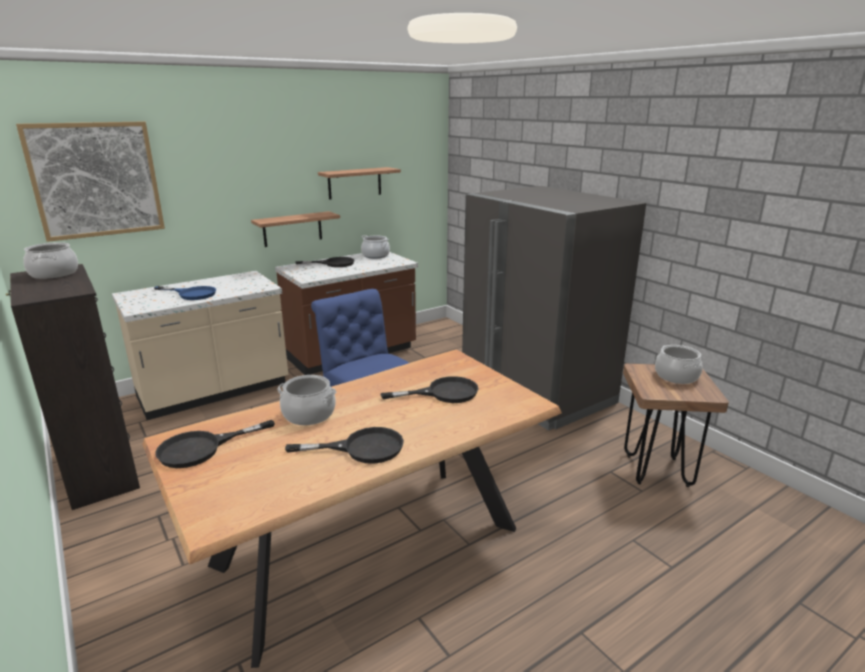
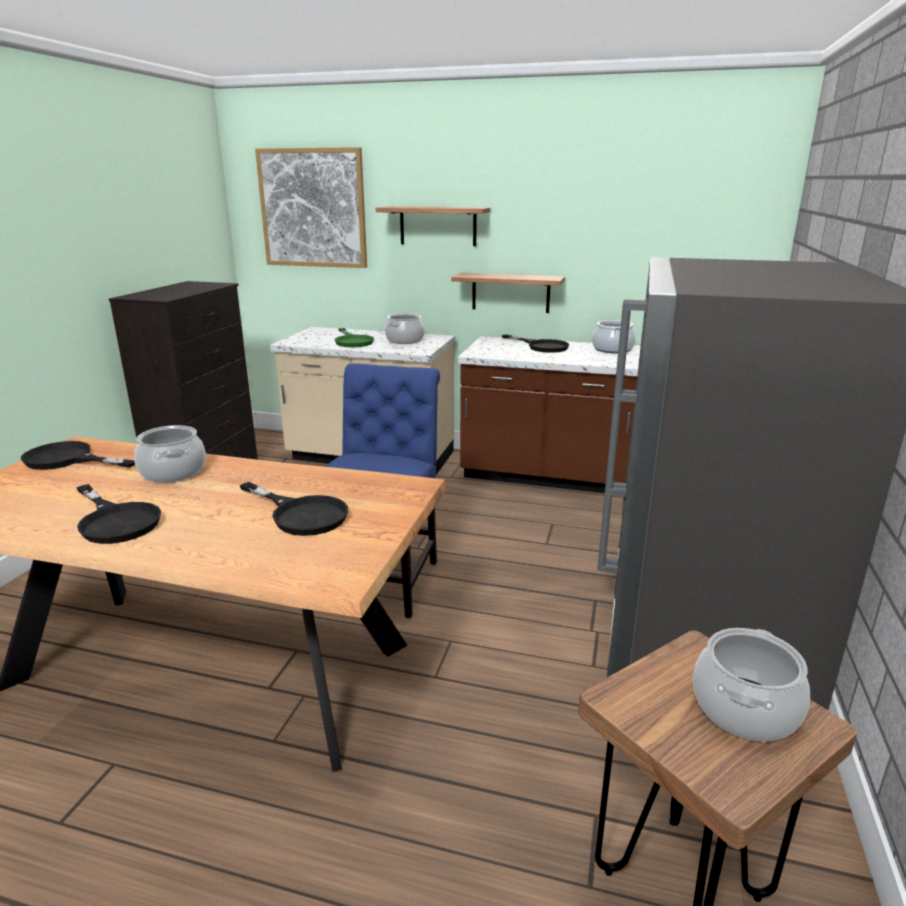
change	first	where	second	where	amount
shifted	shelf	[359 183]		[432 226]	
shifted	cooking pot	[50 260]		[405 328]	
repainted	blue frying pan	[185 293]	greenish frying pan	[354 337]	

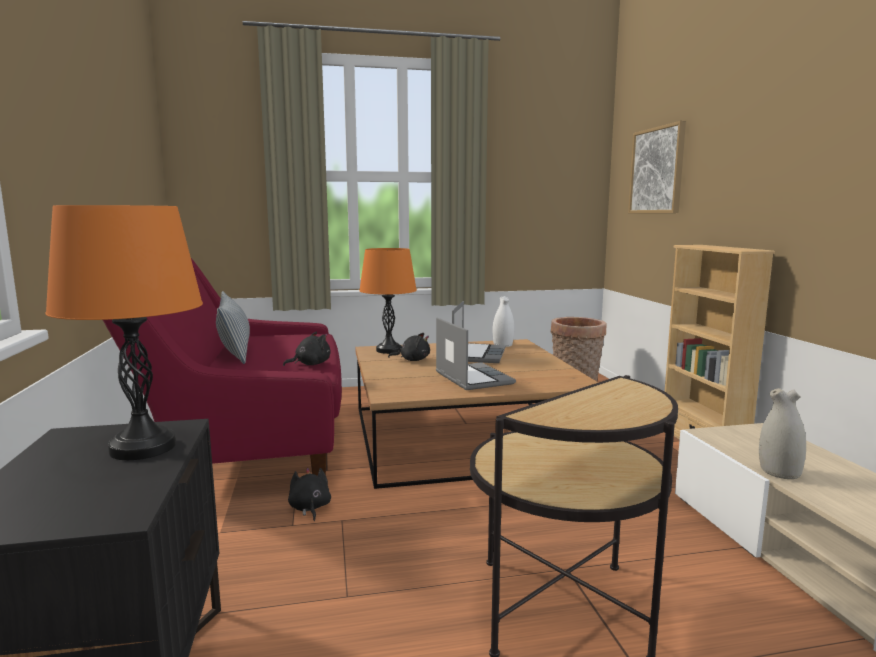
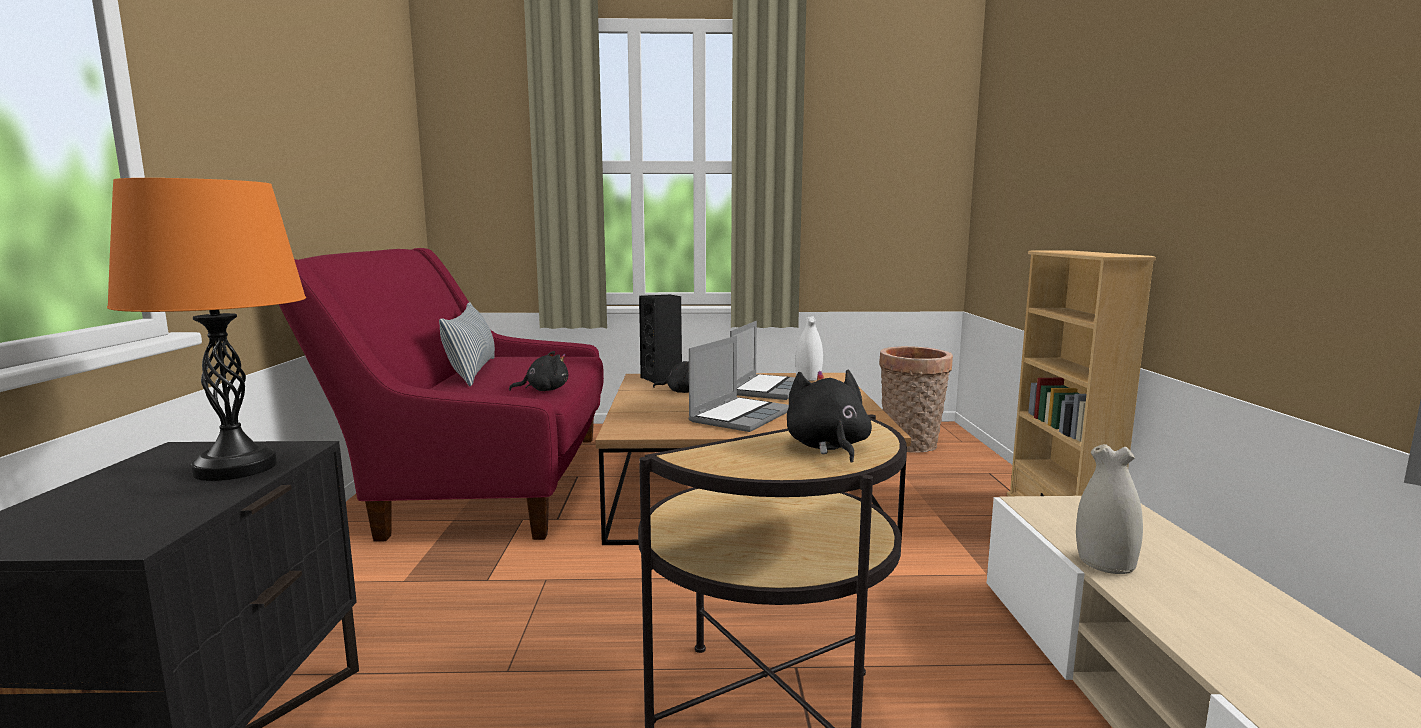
change	first	where	second	where	amount
gone	picture	[657 167]			
swapped	orange-coloured tabletop lamp	[388 301]	black-coloured loudspeaker	[660 339]	
rotated	notebook computer	[476 354]		[738 384]	45 degrees clockwise
shifted	black-coloured plush toy	[309 494]		[829 416]	

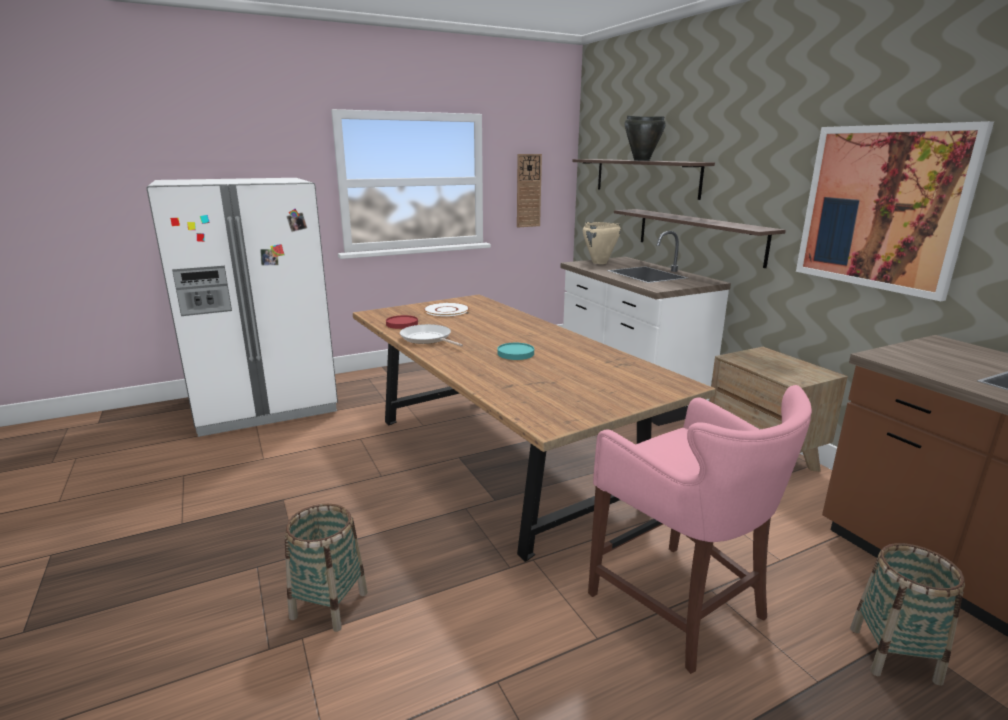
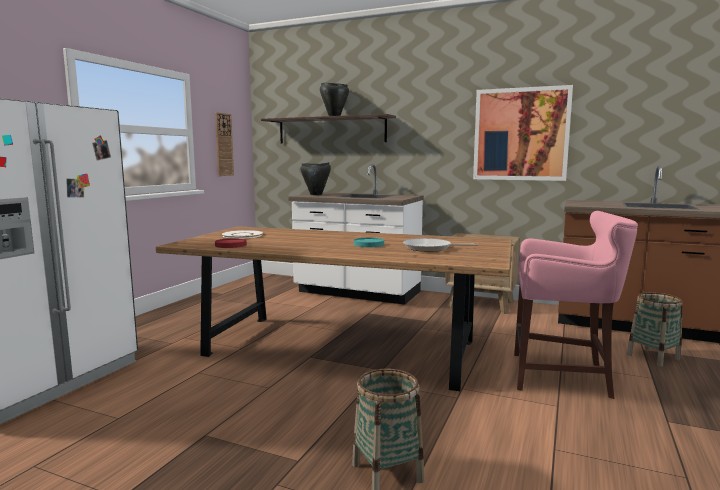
change	first	where	second	where	amount
gone	shelf	[700 238]			
repainted	beige cooking pot	[602 243]	black-coloured cooking pot	[315 178]	
shifted	frying pan	[431 335]		[440 245]	

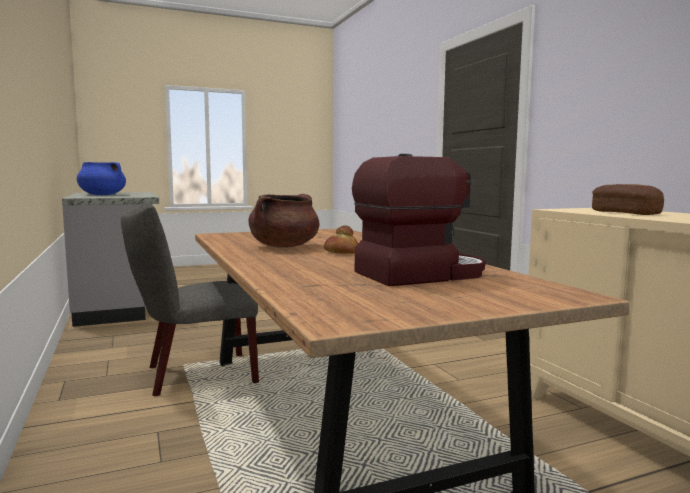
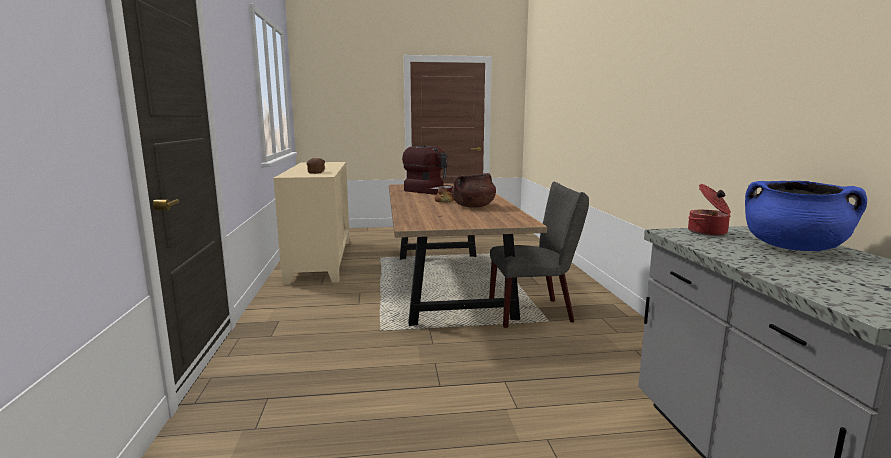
change	first	where	second	where	amount
rotated	coffee maker	[418 220]		[427 170]	135 degrees counterclockwise
new			cooking pot	[709 210]	

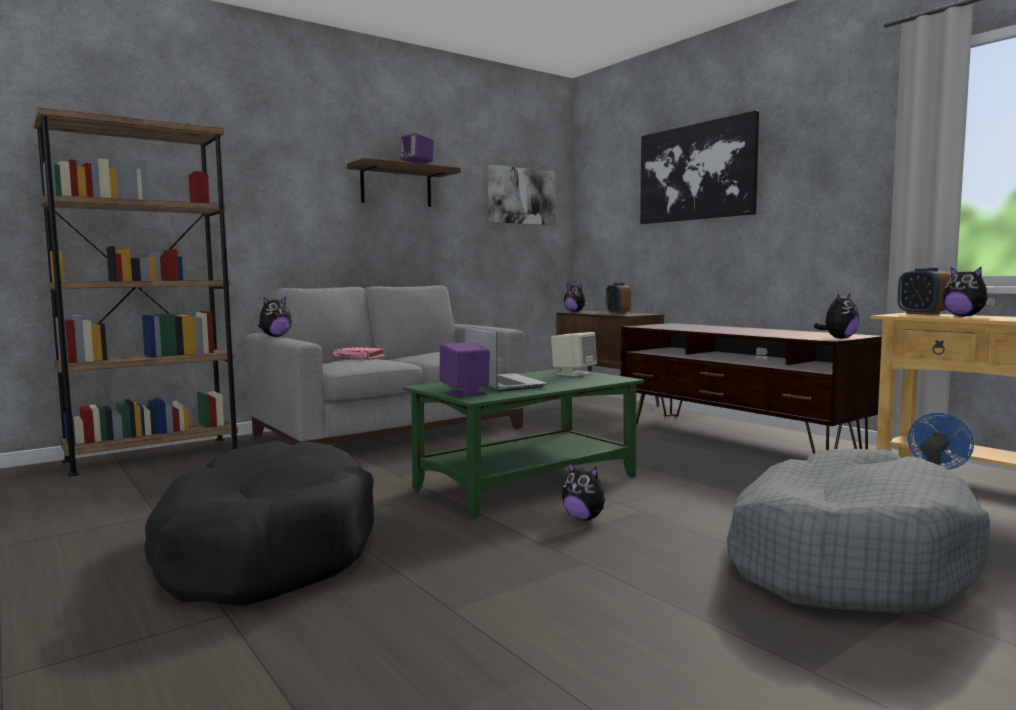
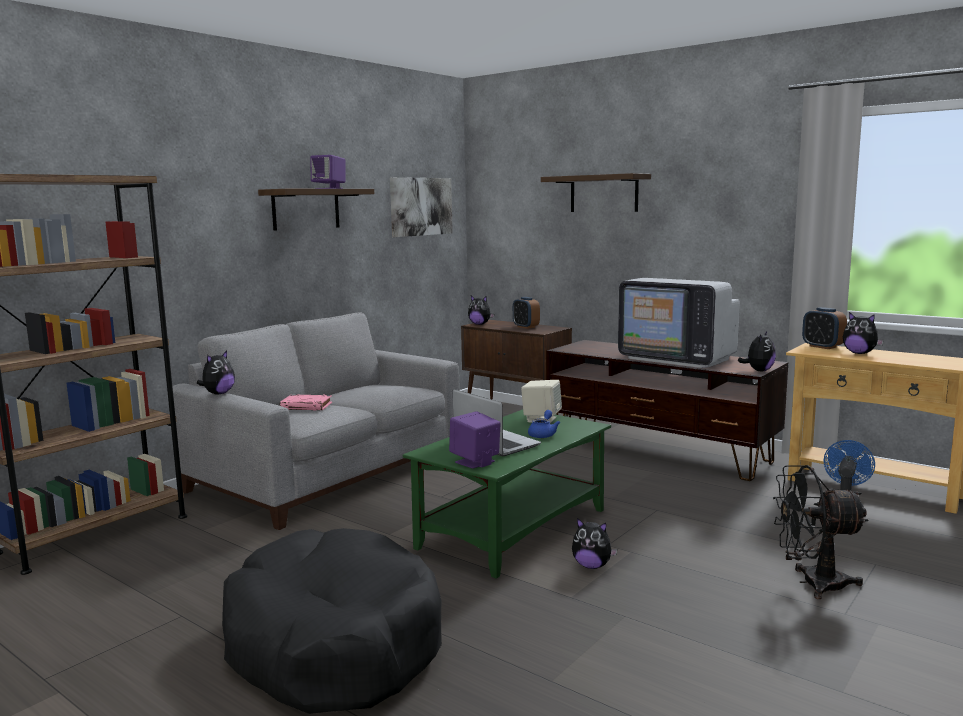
change	first	where	second	where	amount
swapped	picture	[699 167]	shelf	[596 192]	
swapped	gray dog cushion	[858 531]	black-coloured electric fan	[820 532]	
new			television	[679 323]	
new			blue teapot	[544 424]	

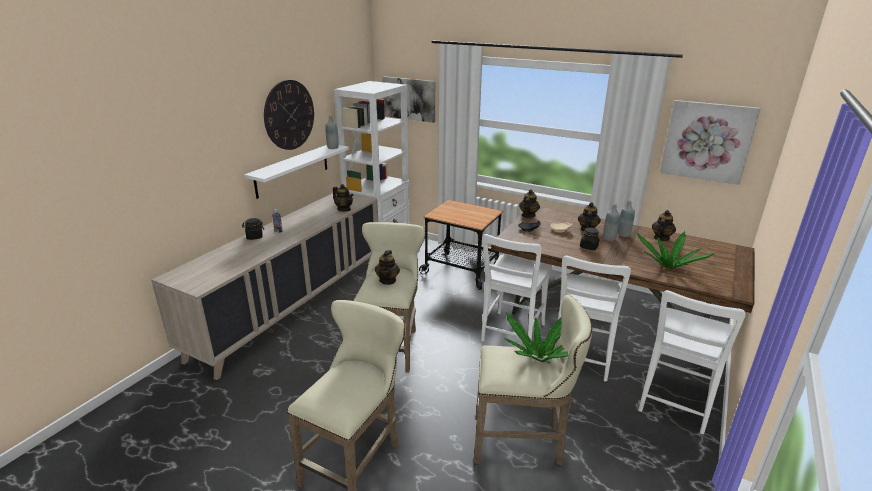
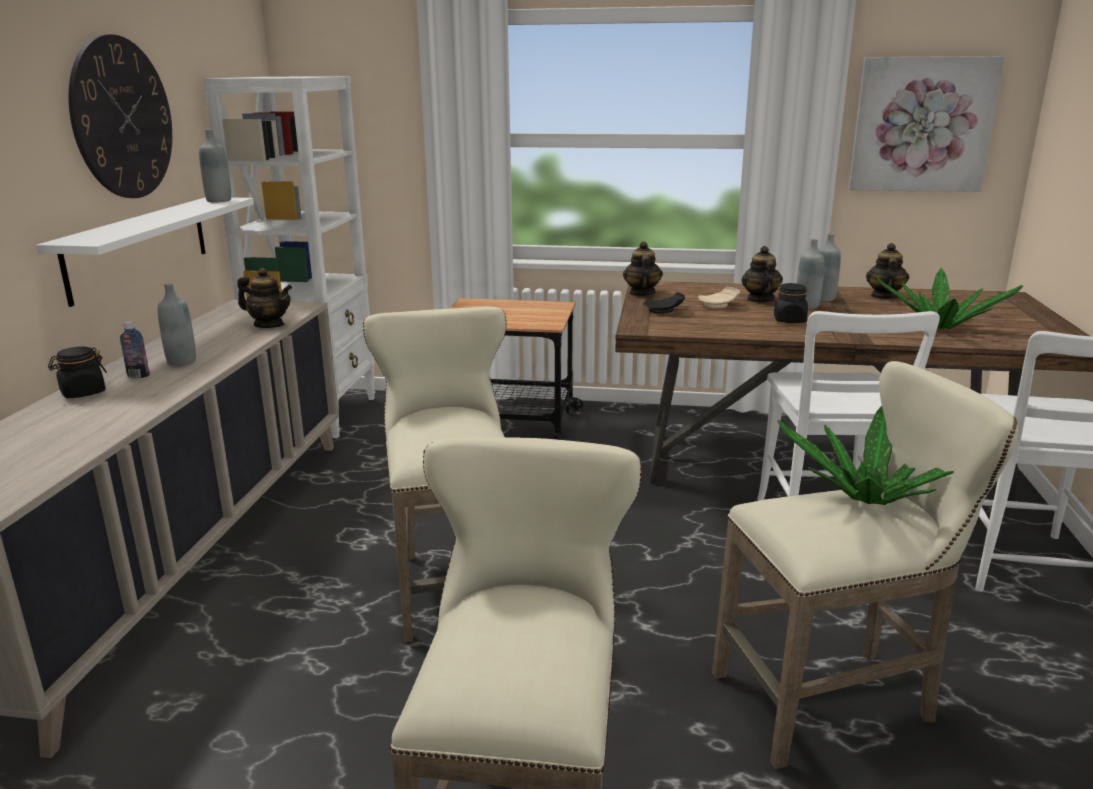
change	first	where	second	where	amount
gone	picture	[408 99]			
gone	whitish upright chair	[517 287]			
gone	teapot	[387 267]			
new			gray bottle	[177 324]	

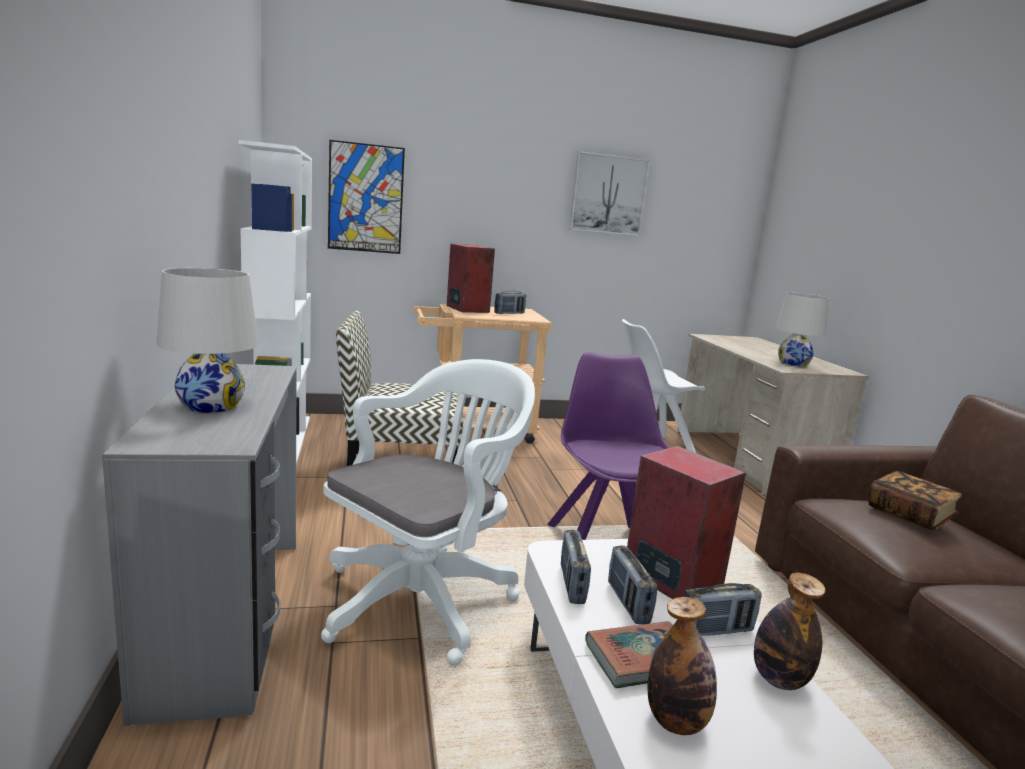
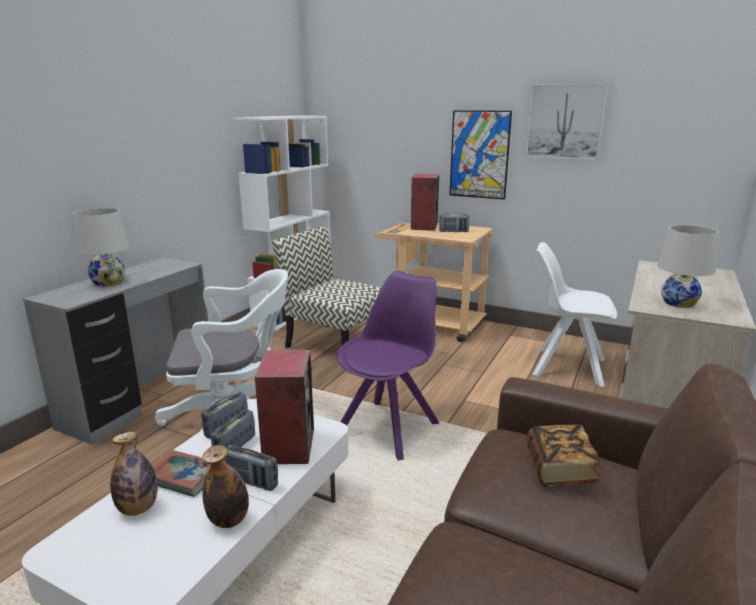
change	first	where	second	where	amount
shifted	picture	[366 197]		[480 155]	

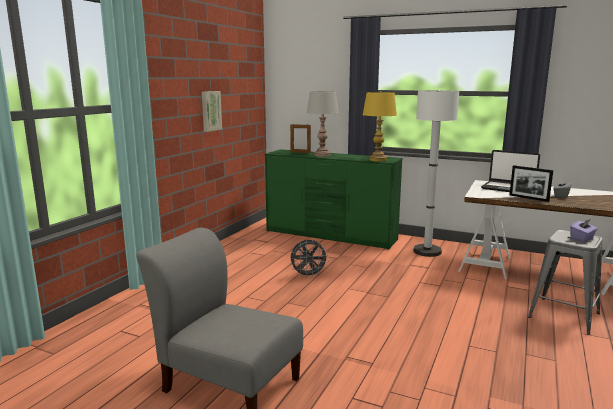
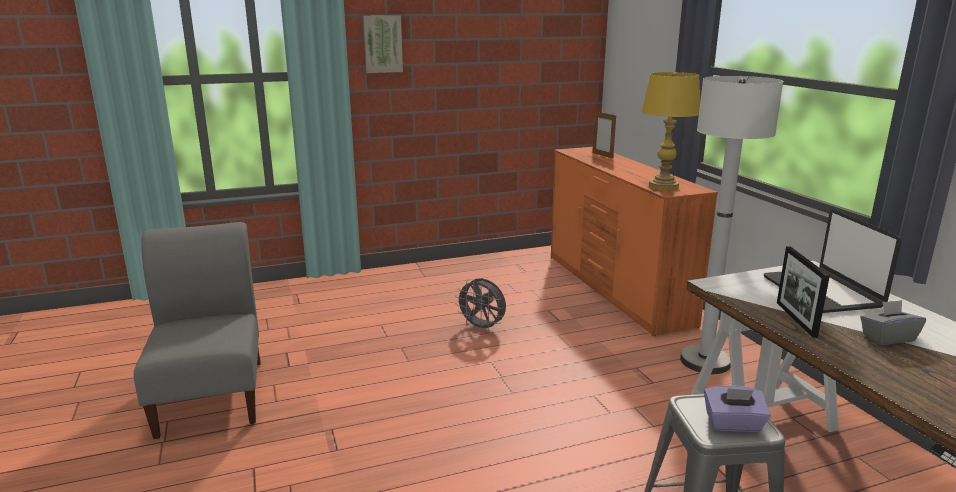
change	first	where	second	where	amount
shifted	picture	[212 111]		[383 44]	
gone	gray tabletop lamp	[323 124]			
repainted	greenish dresser	[333 199]	orange-coloured dresser	[634 241]	

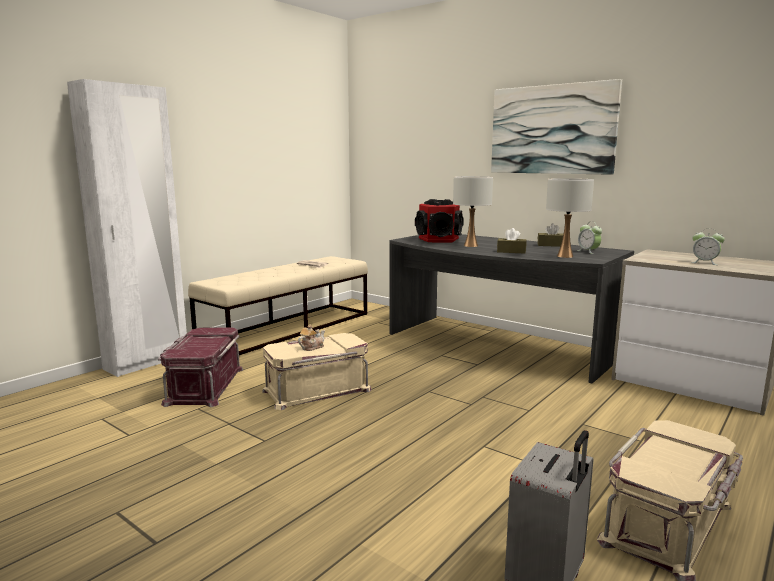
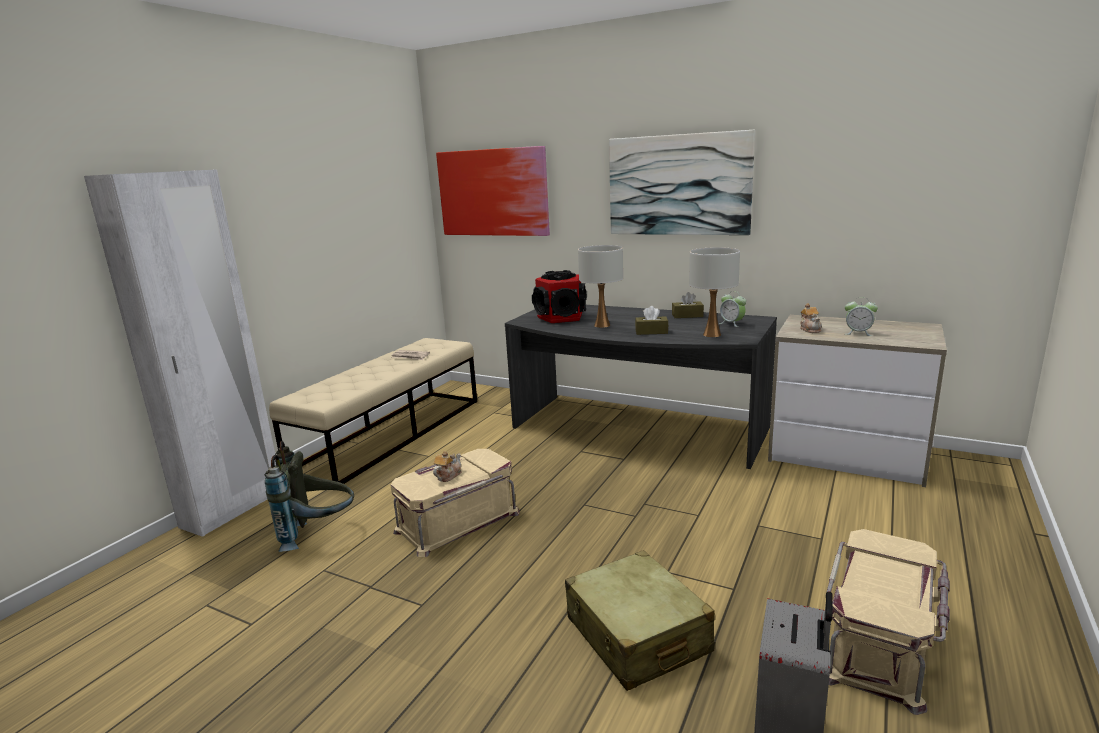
change	first	where	second	where	amount
swapped	red storage container	[200 367]	gray backpack	[309 496]	
new			picture	[493 191]	
new			teapot	[811 318]	
new			beige piece of luggage	[640 620]	

